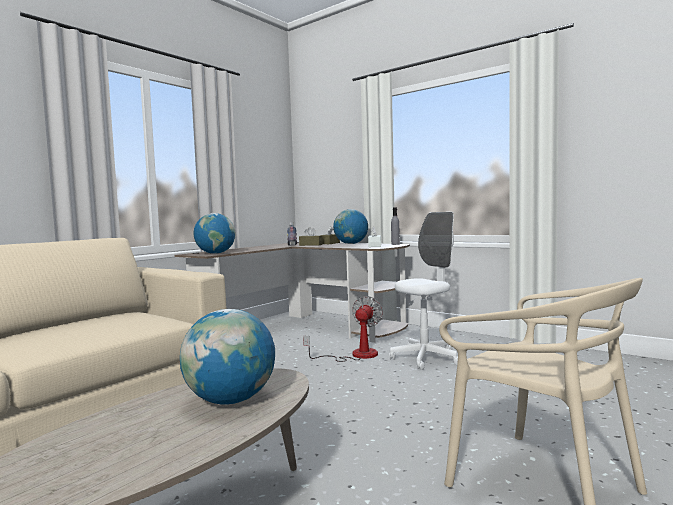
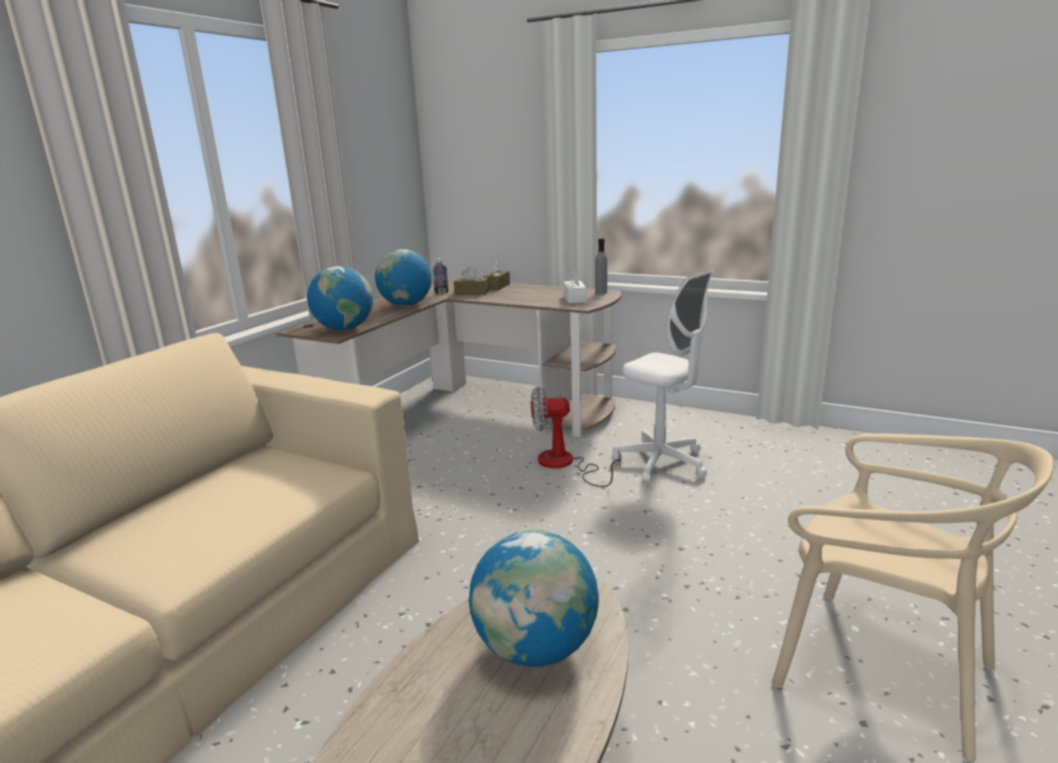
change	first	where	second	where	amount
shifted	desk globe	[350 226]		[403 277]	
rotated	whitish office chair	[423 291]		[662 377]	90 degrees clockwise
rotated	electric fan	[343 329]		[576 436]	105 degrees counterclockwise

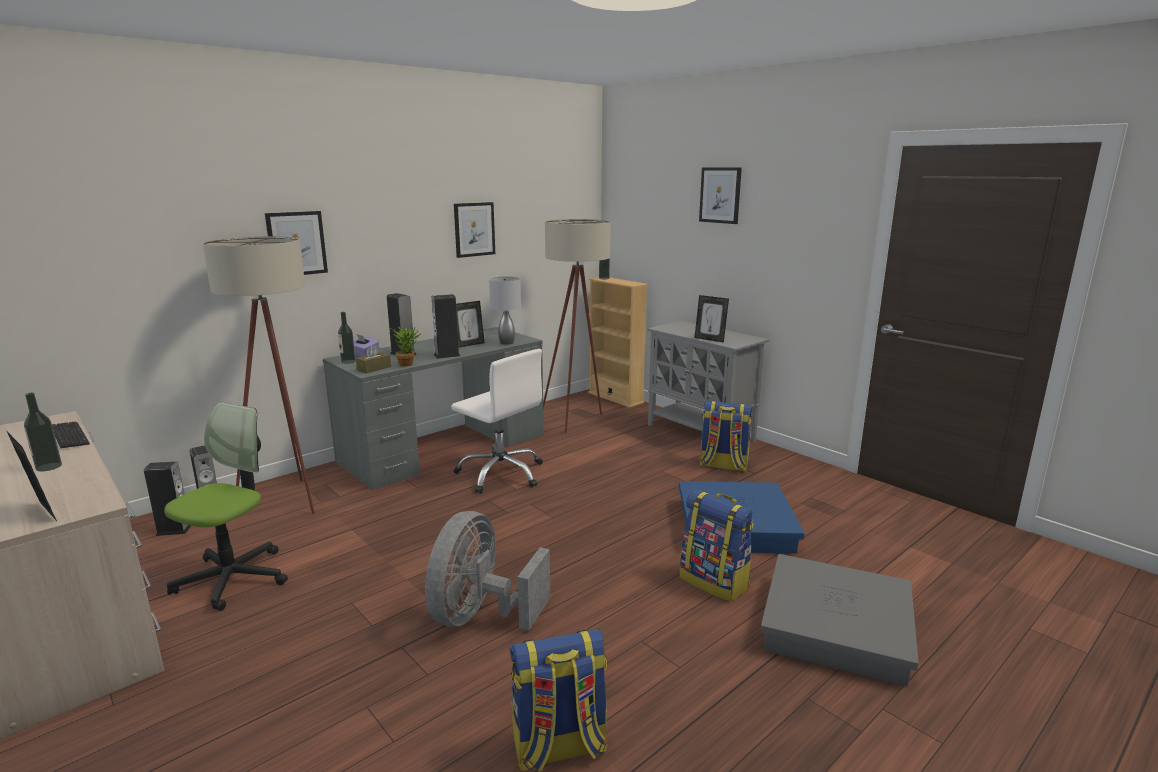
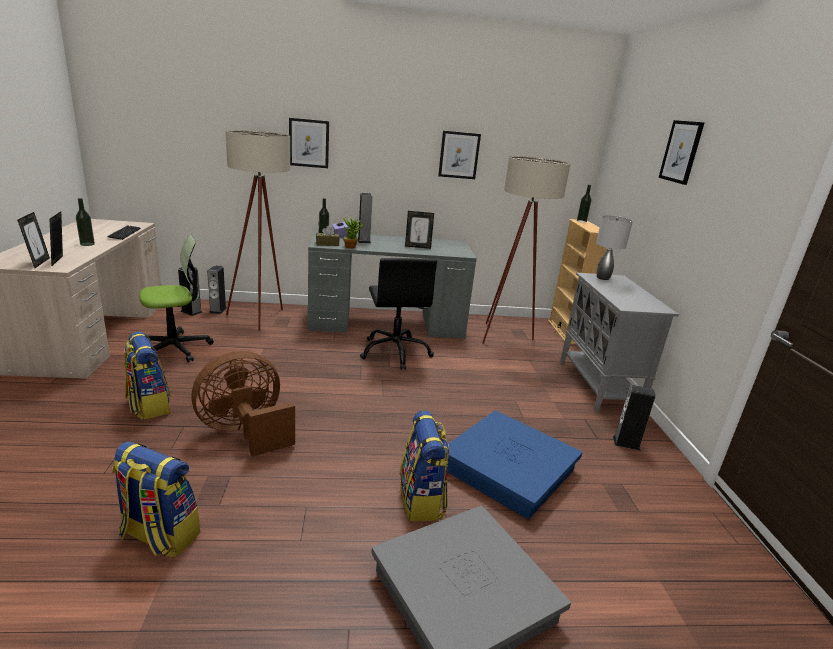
change	first	where	second	where	amount
shifted	gray tabletop lamp	[505 310]		[614 247]	
shifted	loudspeaker	[446 326]		[634 418]	
shifted	picture frame	[711 318]		[56 239]	
repainted	whitish office chair	[497 421]	black-coloured office chair	[398 314]	
shifted	backpack	[726 436]		[147 375]	
repainted	gray electric fan	[487 570]	brownish electric fan	[243 404]	

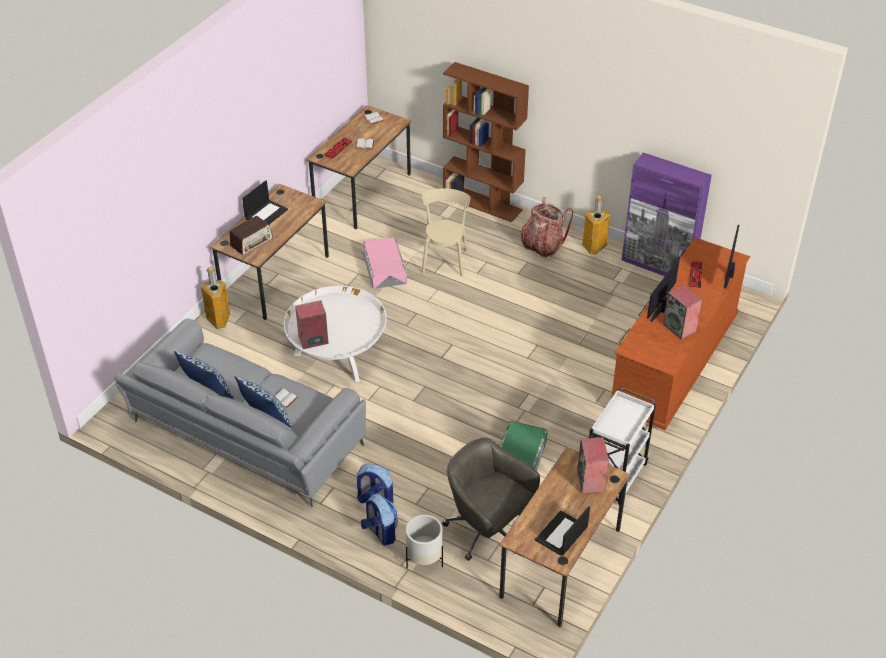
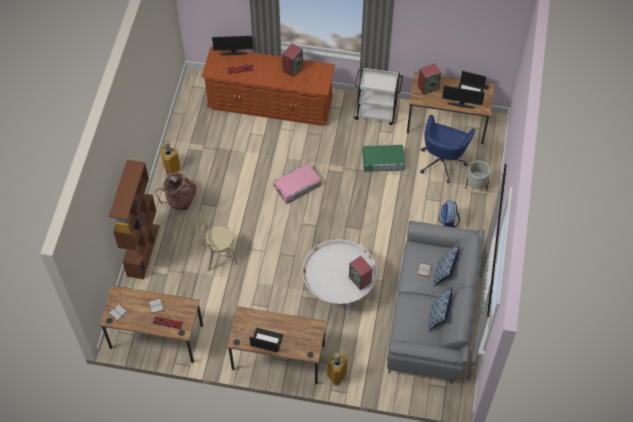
change	first	where	second	where	amount
gone	purplish cupboard	[667 214]			
gone	radio receiver	[251 235]			
shifted	pink-coloured storage container	[384 263]		[297 183]	
shifted	computer screen	[663 290]		[463 97]	
repainted	gray office chair	[491 499]	blue office chair	[447 149]	
gone	backpack	[379 520]			

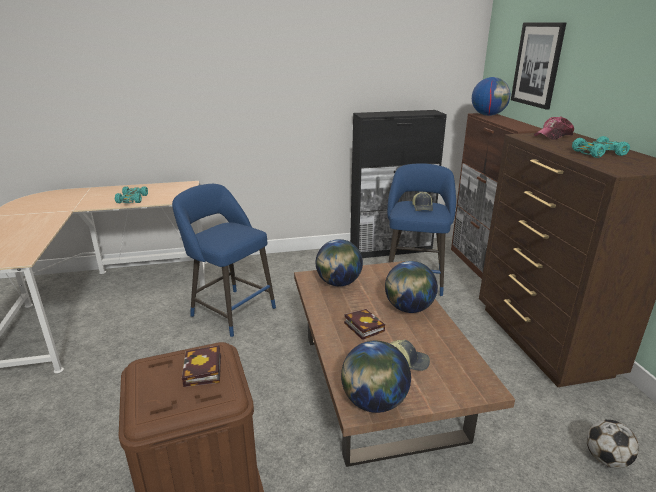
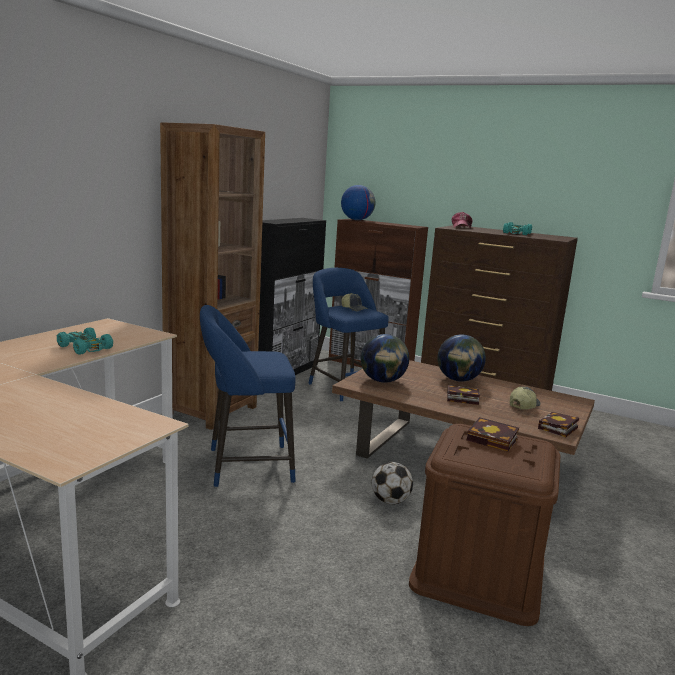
change	first	where	second	where	amount
gone	picture	[538 66]			
swapped	desk globe	[376 377]	bound book	[558 424]	
shifted	football ball	[613 444]		[392 483]	
new			brownish bookshelf	[212 276]	

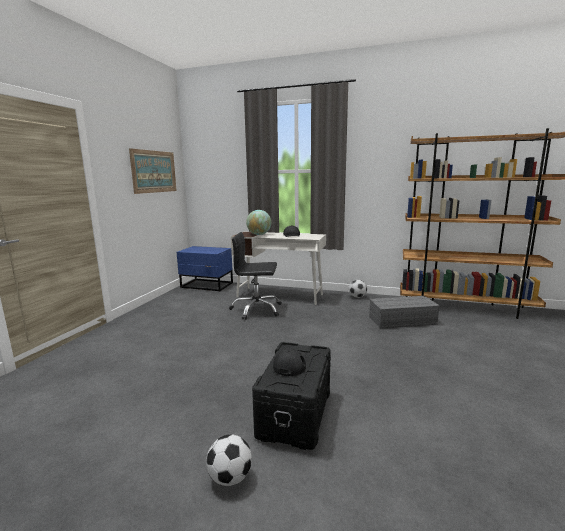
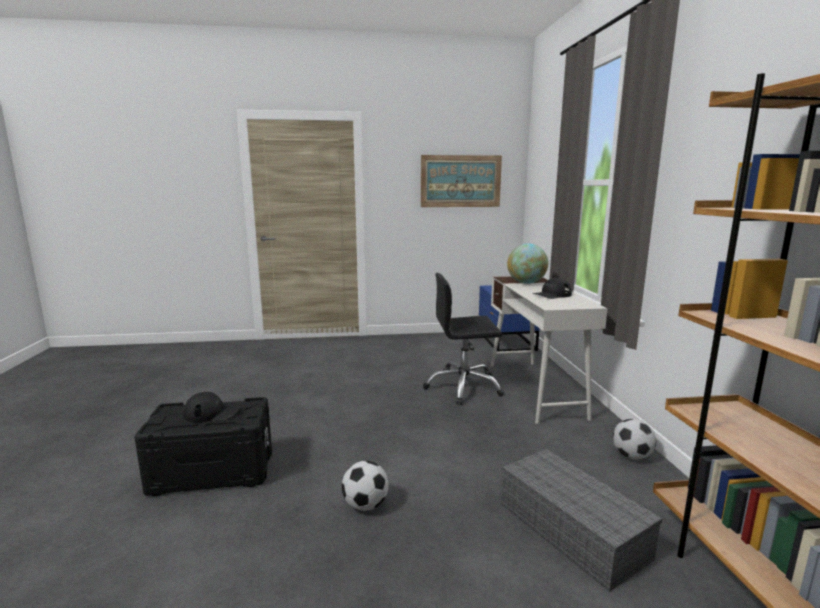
change	first	where	second	where	amount
rotated	black-coloured office chair	[255 276]		[463 339]	75 degrees counterclockwise
shifted	football ball	[229 460]		[365 486]	

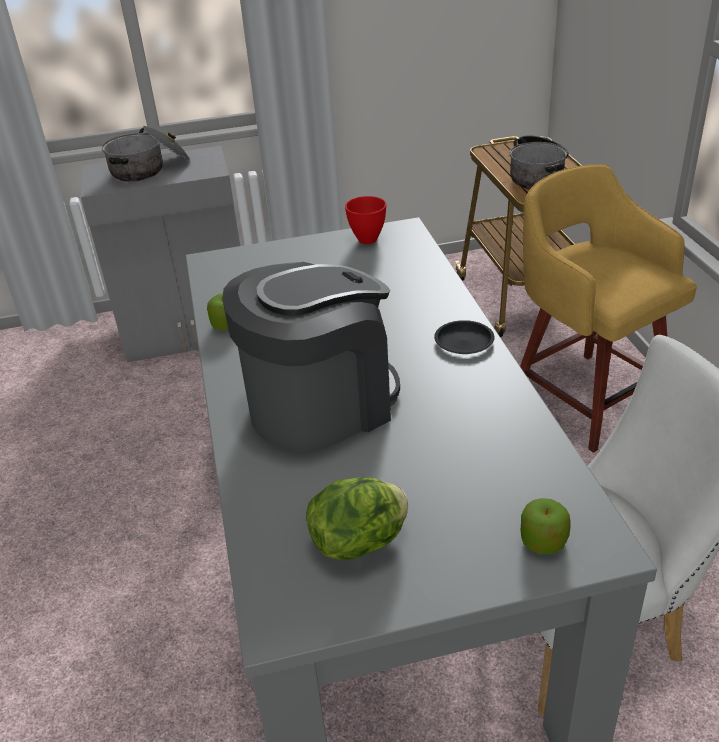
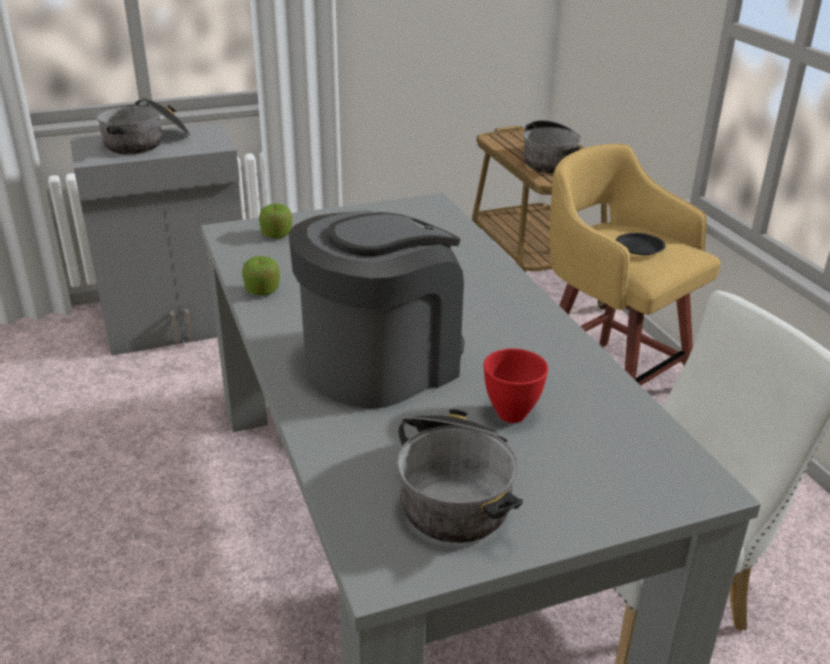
change	first	where	second	where	amount
shifted	red bowl	[365 220]		[516 386]	
shifted	black-coloured flat dish	[464 337]		[641 244]	
swapped	head of lettuce	[357 518]	cooking pot	[460 476]	
shifted	apple	[545 526]		[275 221]	

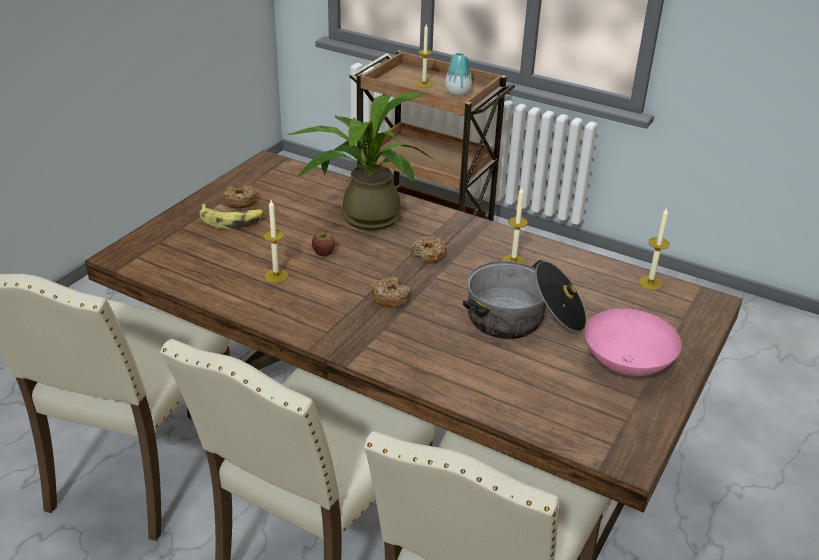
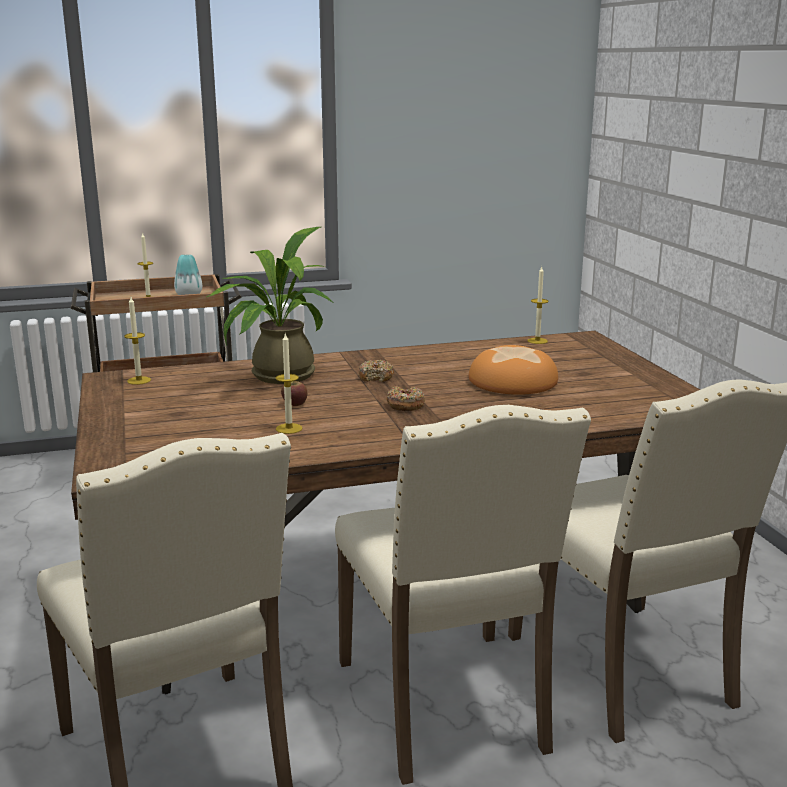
change	first	where	second	where	amount
gone	doughnut	[240 196]			
shifted	candle	[515 225]		[138 341]	
gone	banana fruit	[232 216]			
swapped	cooking pot	[525 299]	baked bread	[513 370]	
gone	pink-coloured bowl	[633 342]			

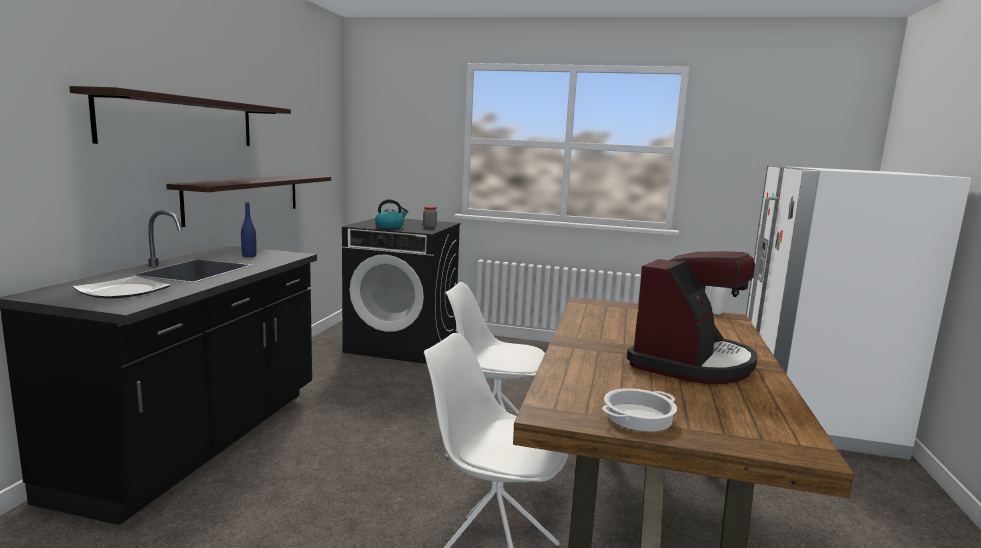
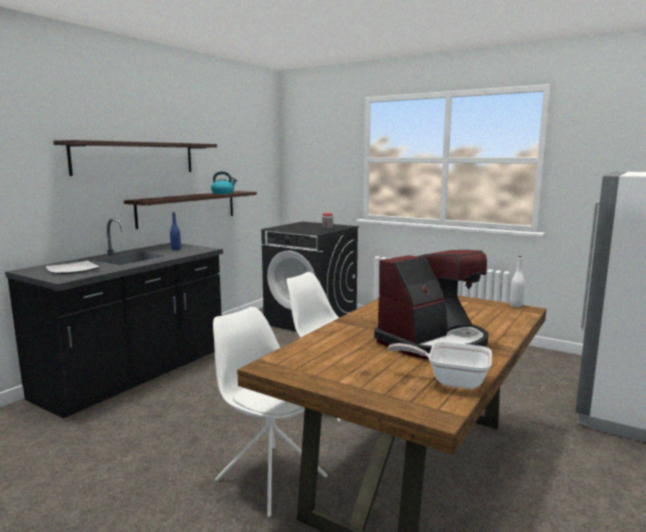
change	first	where	second	where	amount
shifted	water kettle	[391 214]		[224 182]	
gone	cooking pot	[639 409]			
new			frying pan	[440 365]	

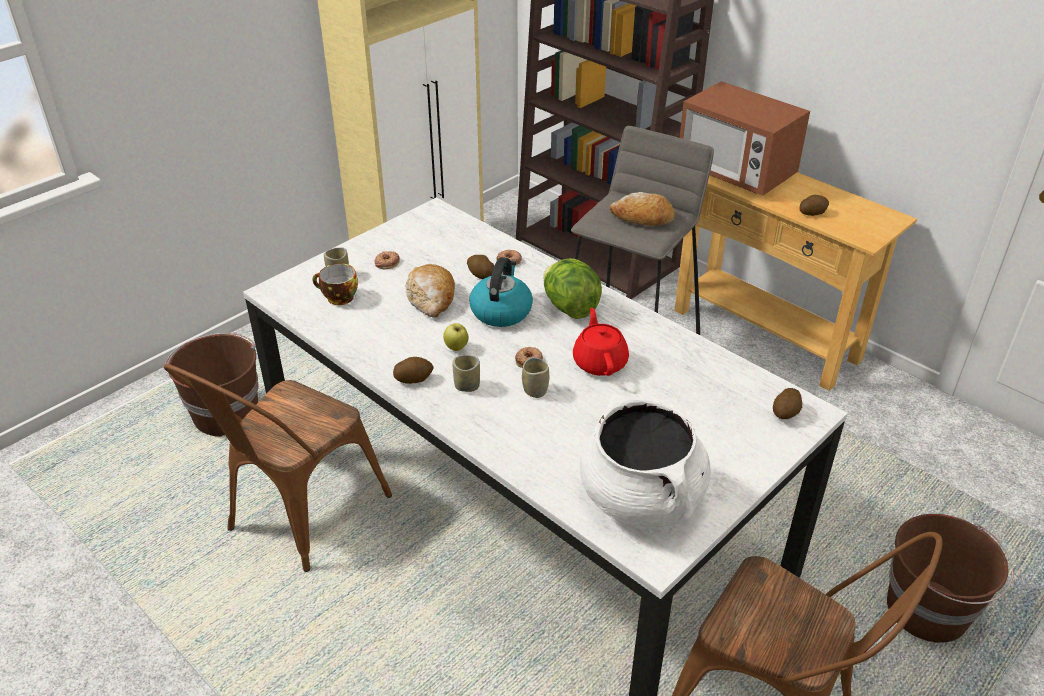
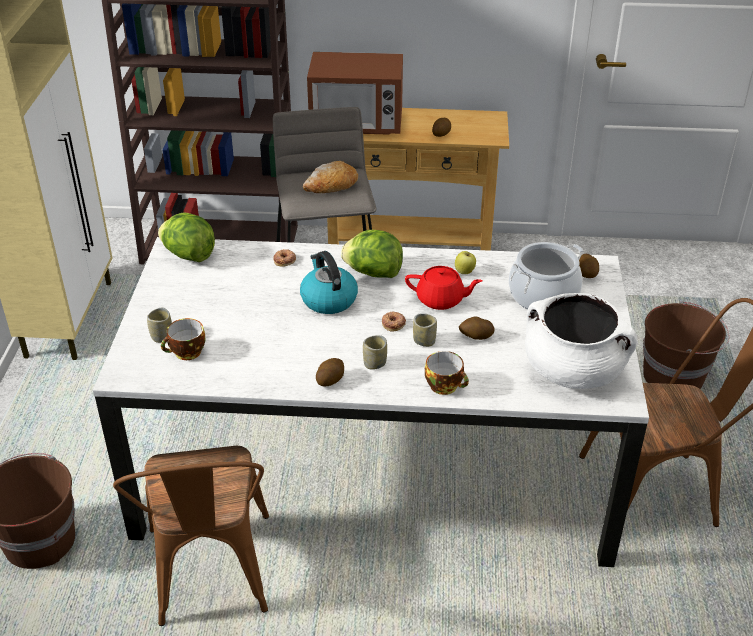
change	first	where	second	where	amount
gone	doughnut	[387 260]			
shifted	potato	[480 267]		[476 328]	
gone	baked bread	[430 290]			
rotated	red teapot	[601 342]		[443 288]	150 degrees clockwise
shifted	apple	[456 337]		[465 262]	
new			head of lettuce	[186 237]	
new			cooking pot	[546 277]	
new			drinking cup	[447 373]	

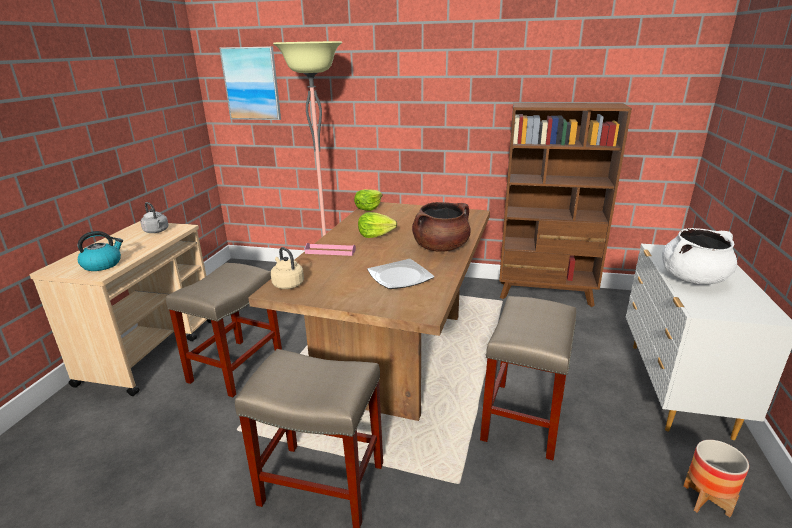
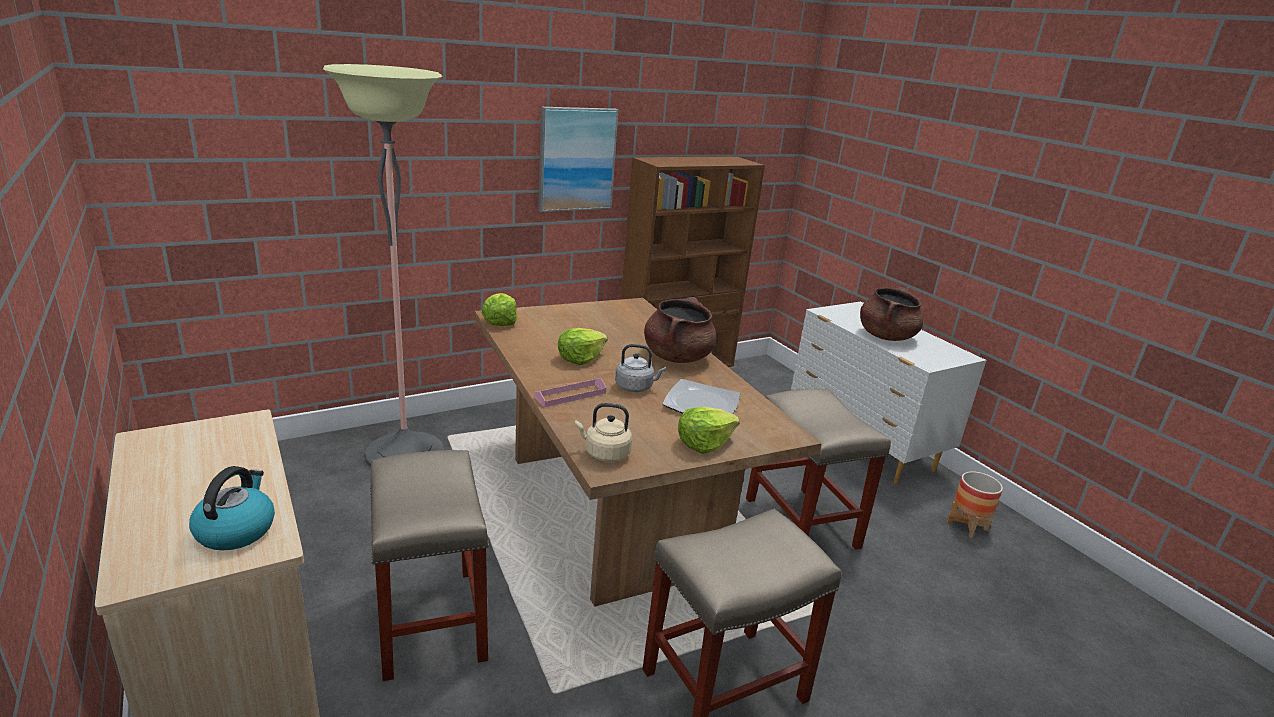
change	first	where	second	where	amount
shifted	picture	[250 83]		[578 159]	
shifted	gray water kettle	[154 217]		[640 368]	
repainted	whitish cooking pot	[699 256]	brownish cooking pot	[891 314]	
new			head of lettuce	[709 430]	

